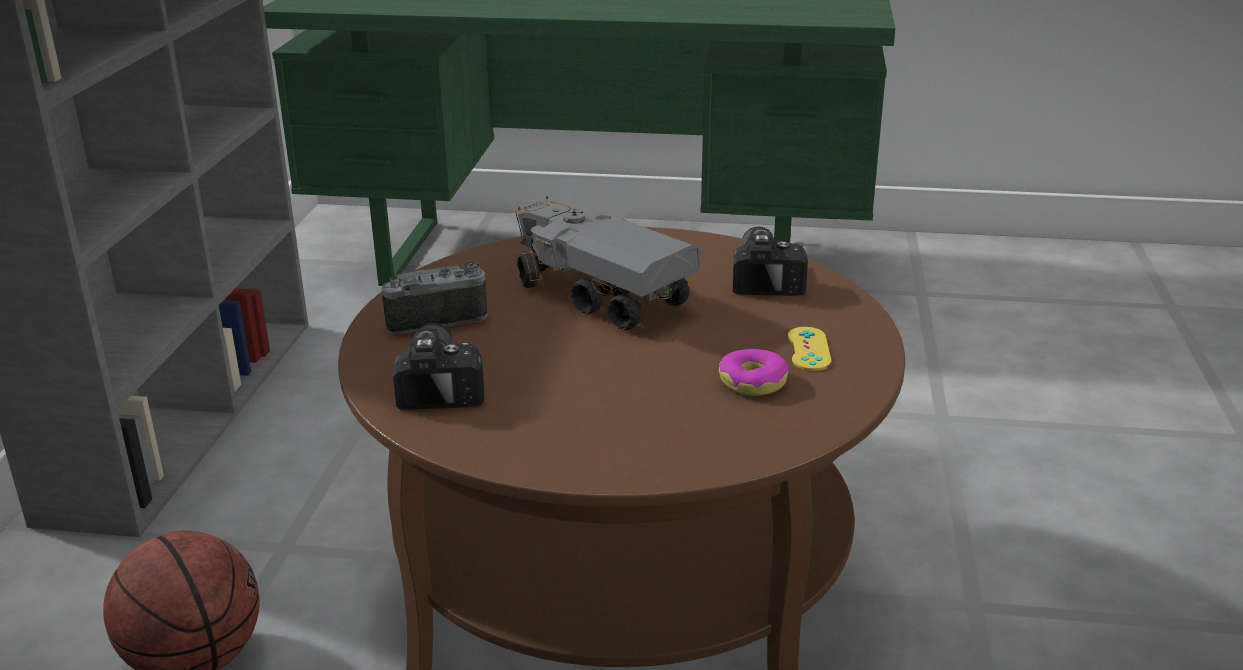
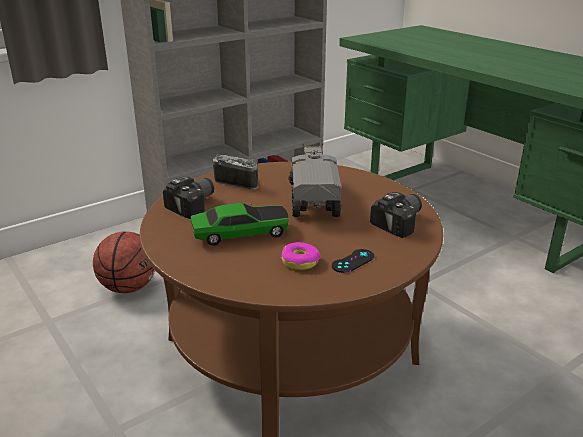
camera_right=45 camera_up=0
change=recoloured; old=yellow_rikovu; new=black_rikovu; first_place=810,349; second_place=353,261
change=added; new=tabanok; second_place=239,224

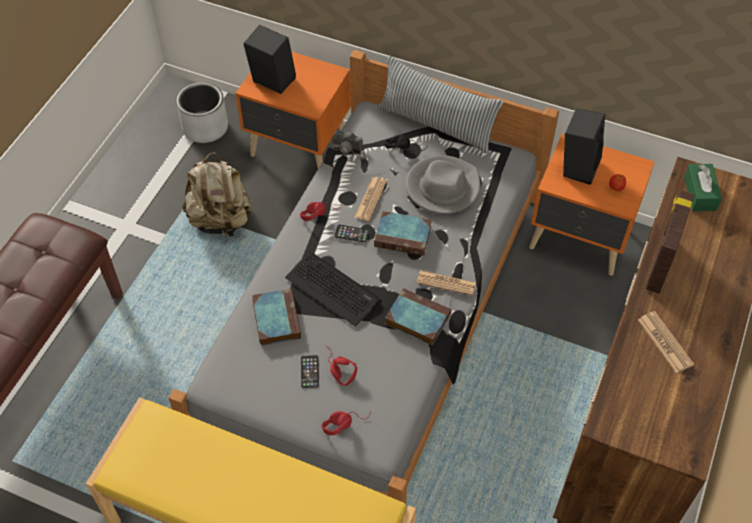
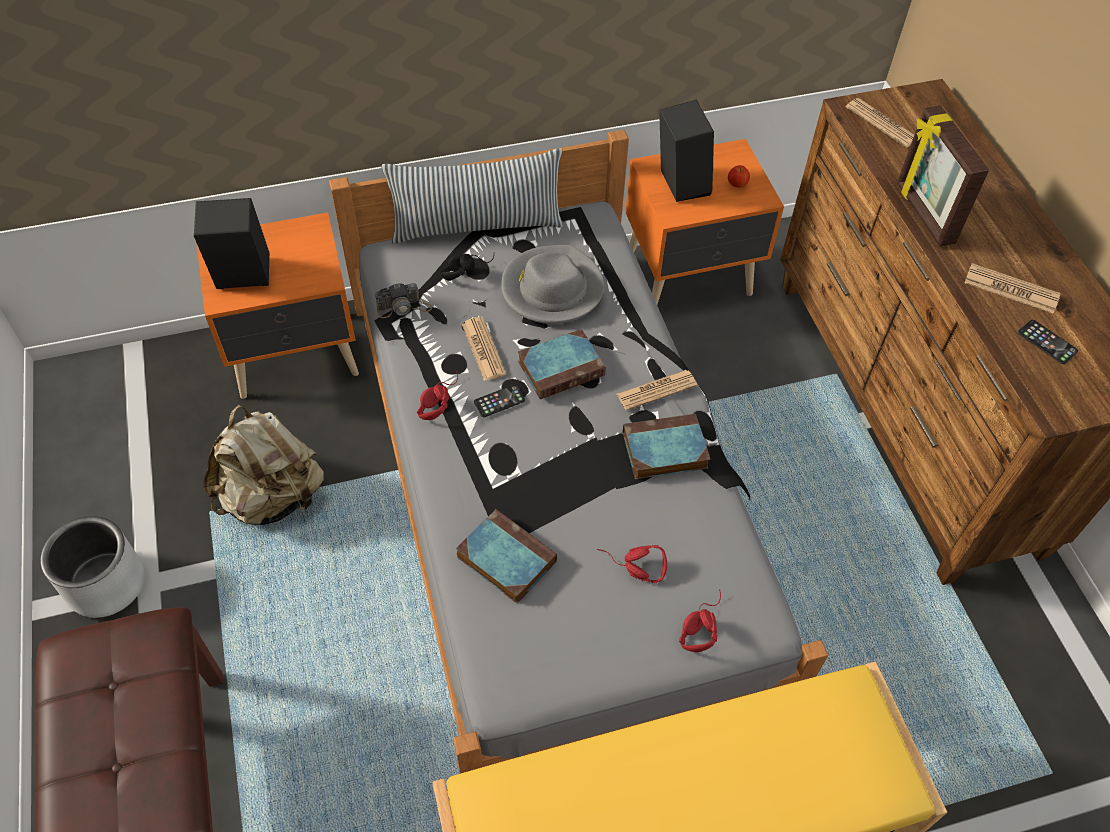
camera_right=-40 camera_up=0
change=moved; old=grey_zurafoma; first_place=202,112; second_place=93,567
change=removed; old=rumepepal; first_place=333,289
change=moved; old=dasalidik; first_place=310,371; second_place=1048,342
change=replaced; old=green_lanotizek; new=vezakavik; first_place=703,187; second_place=880,123

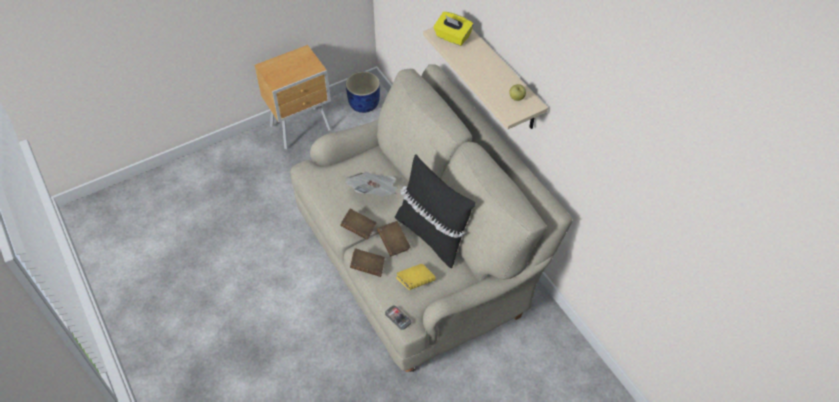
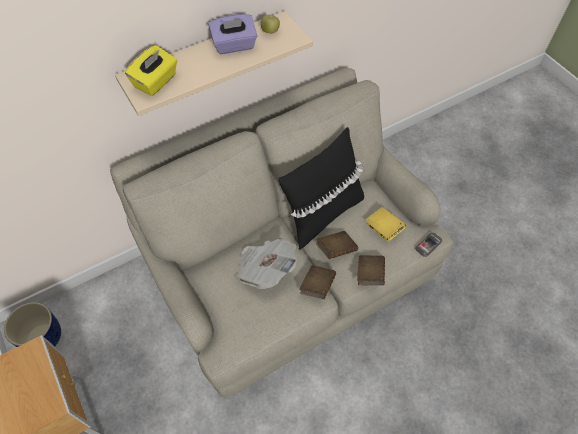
camera_right=-90 camera_up=5
change=added; new=purple_lanotizek; second_place=232,34

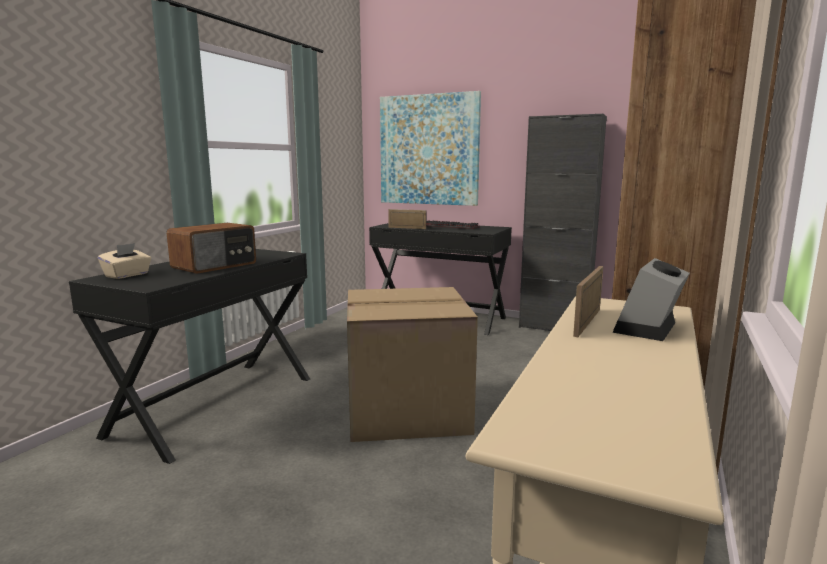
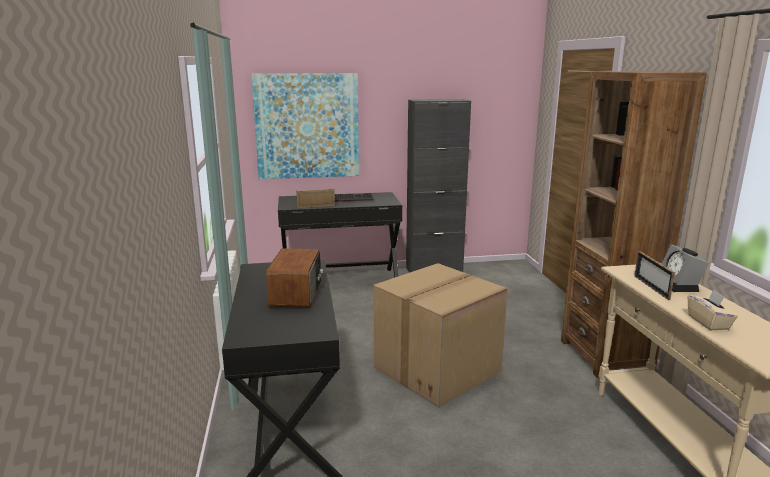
camera_right=-35 camera_up=5
change=moved; old=beige_lanotizek; first_place=124,261; second_place=713,310

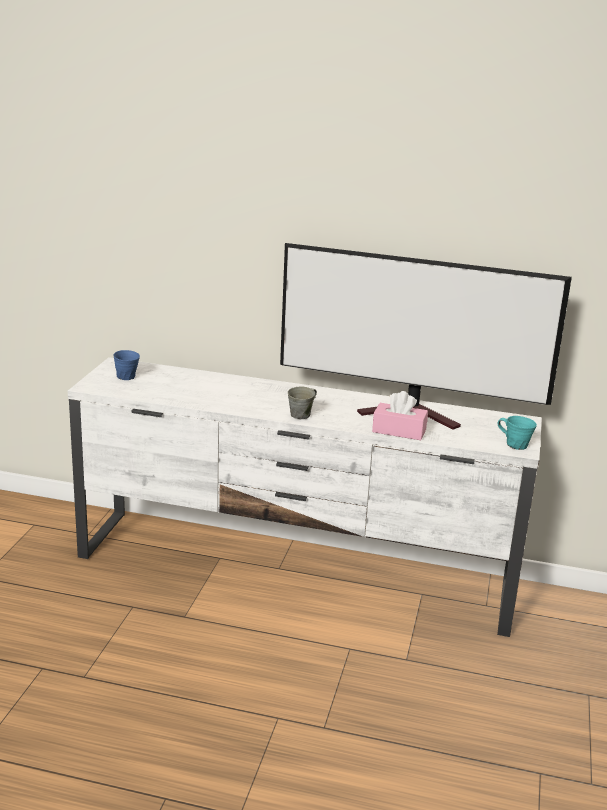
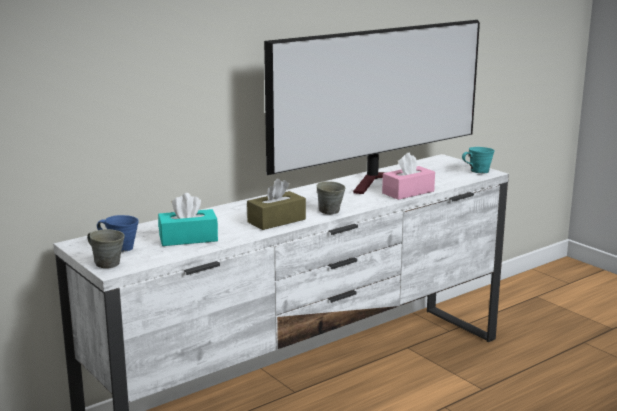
camera_right=-50 camera_up=-5
change=added; new=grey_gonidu; second_place=106,248
change=added; new=turquoise_lanotizek; second_place=188,219
change=added; new=brown_lanotizek; second_place=276,204

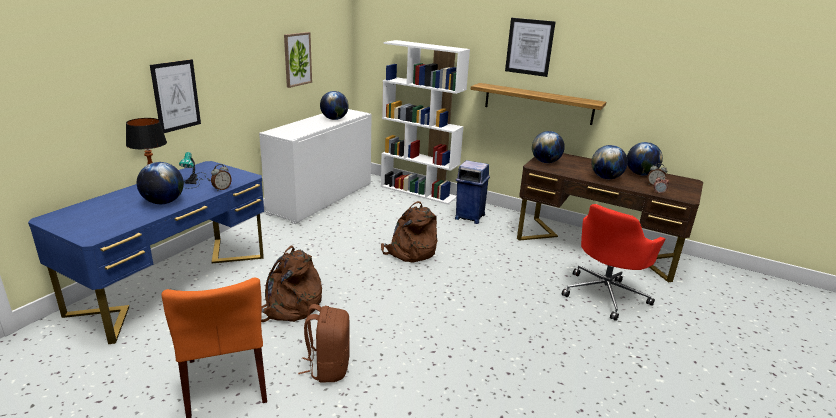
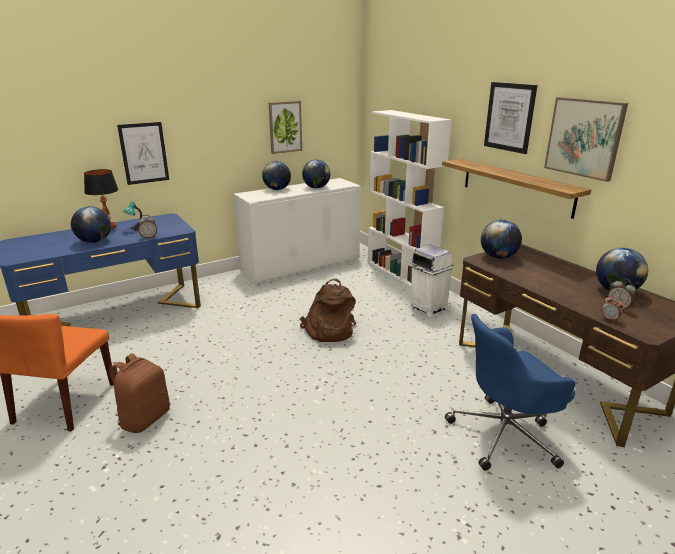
camera_right=30 camera_up=0
change=removed; old=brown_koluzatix; first_place=291,284
change=recoloured; old=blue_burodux; new=white_burodux; first_place=472,192; second_place=432,281
change=recoloured; old=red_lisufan; new=blue_lisufan; first_place=613,262; second_place=510,392
change=moved; old=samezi; first_place=609,162; second_place=276,175
change=added; new=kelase; second_place=586,139

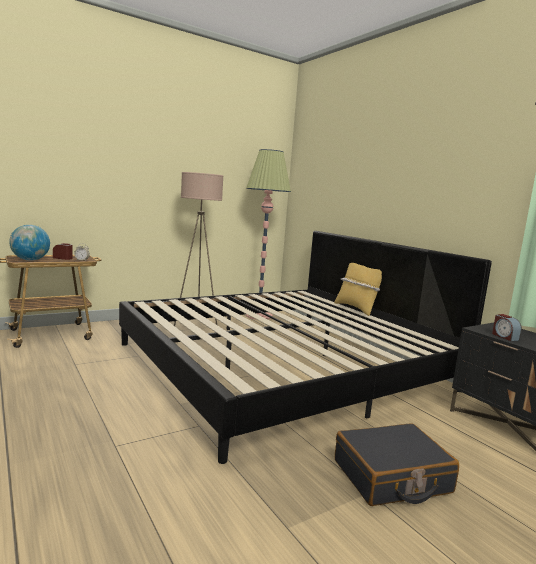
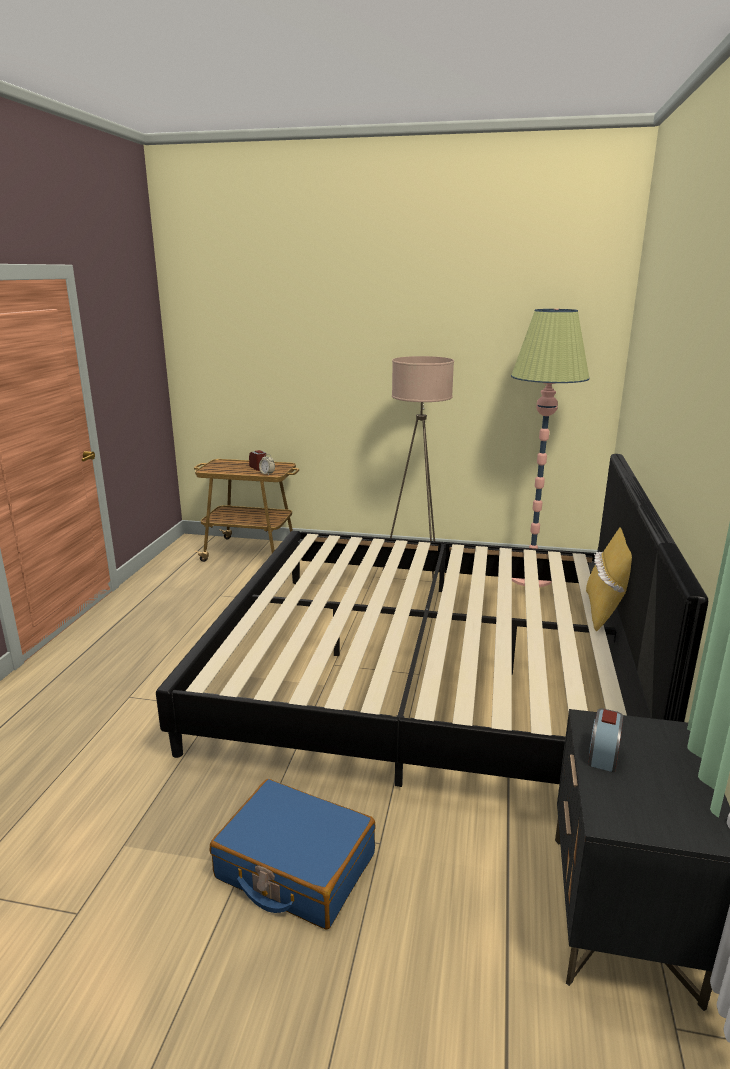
camera_right=45 camera_up=10
change=removed; old=samezi; first_place=29,243
change=recoloured; old=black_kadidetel; new=blue_kadidetel; first_place=397,464; second_place=293,854

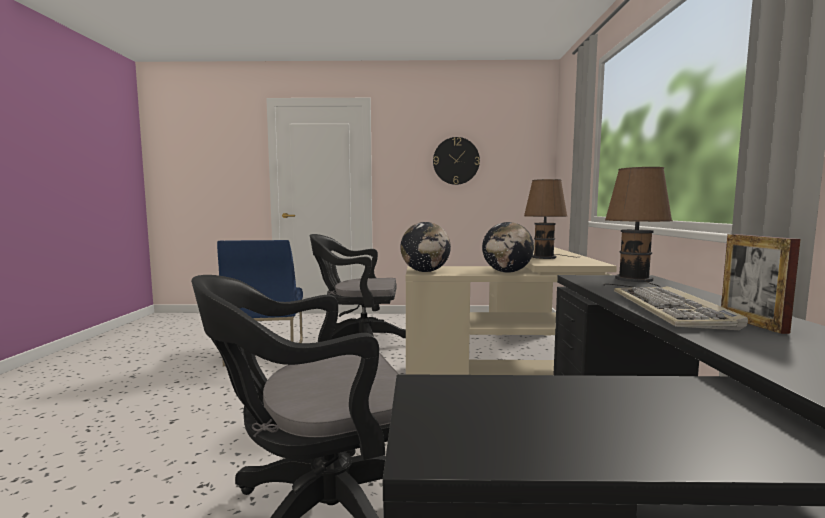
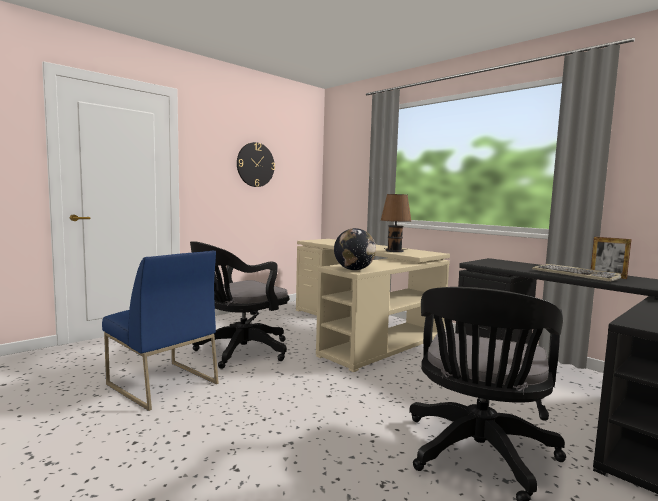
camera_right=-45 camera_up=0
change=removed; old=samezi; first_place=508,247
change=removed; old=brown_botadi; first_place=638,227

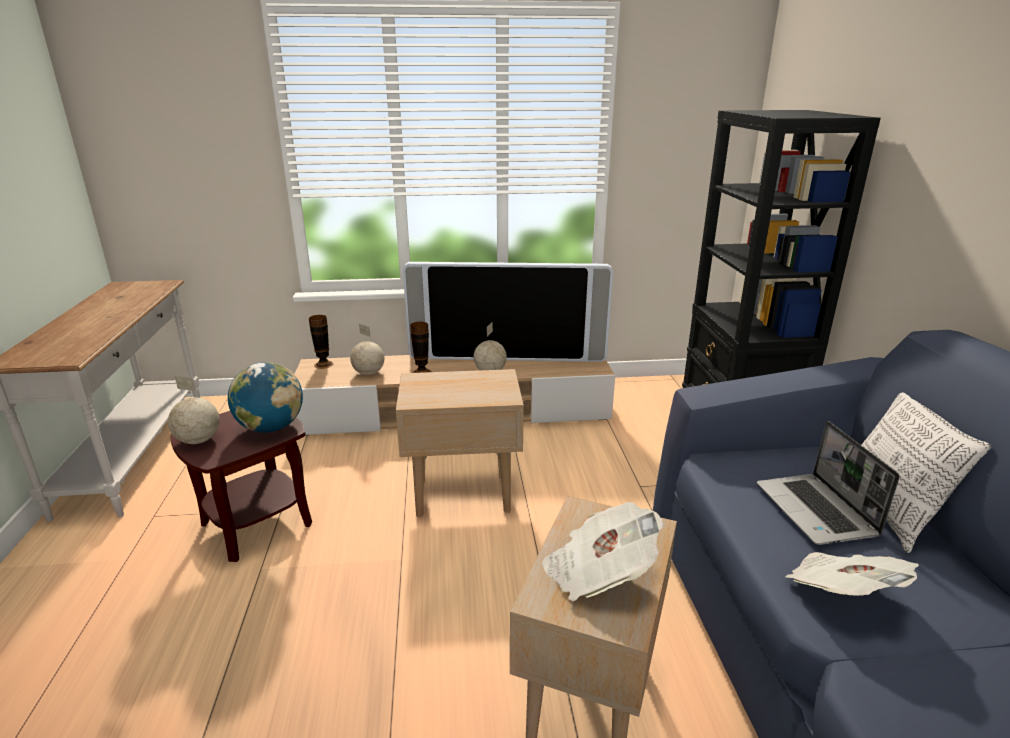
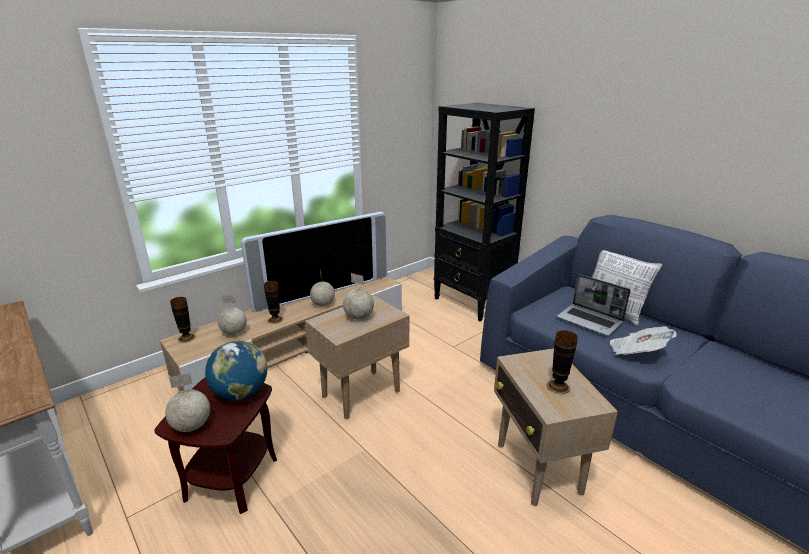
camera_right=-35 camera_up=0
change=replaced; old=vezakavik; new=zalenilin; first_place=603,552; second_place=562,362
change=added; new=samezi; second_place=358,296

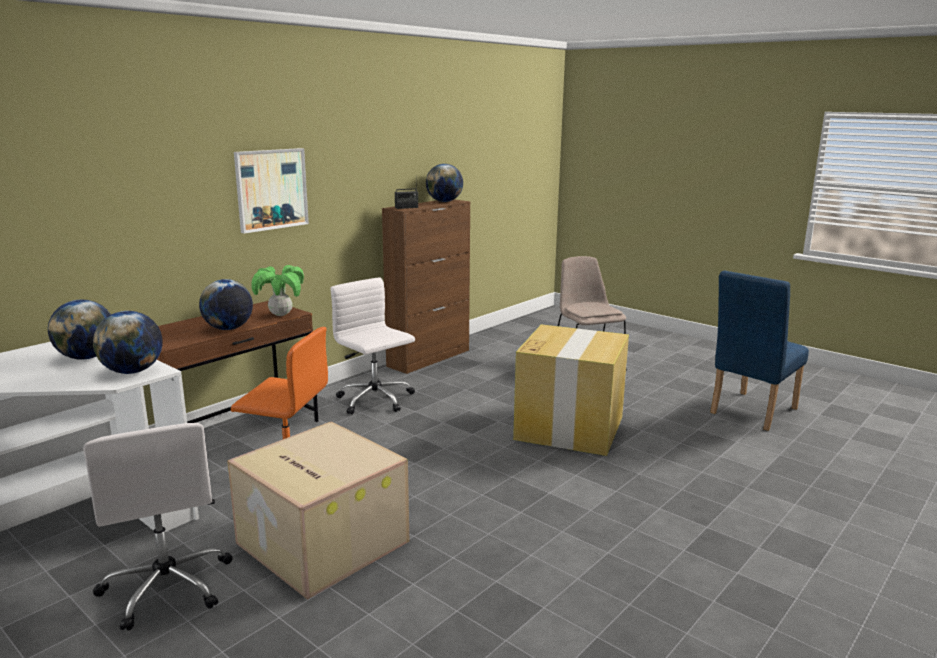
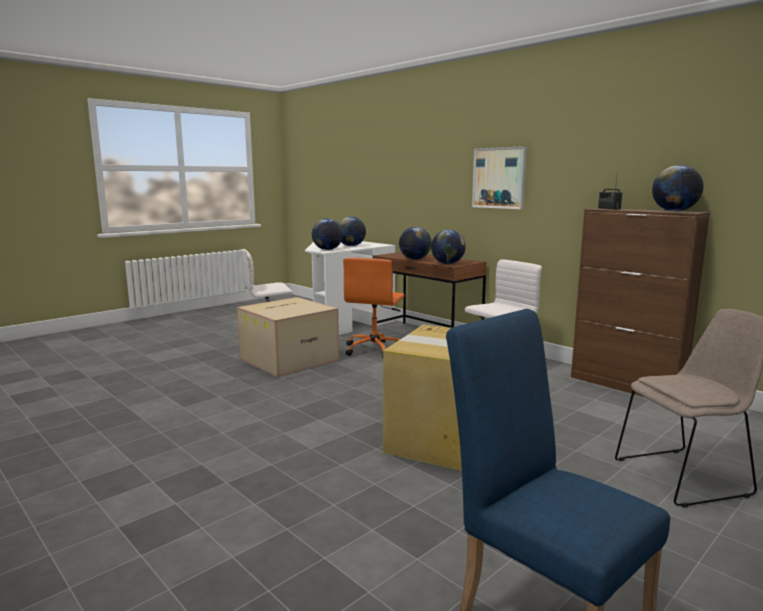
camera_right=95 camera_up=-5
change=replaced; old=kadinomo; new=samezi; first_place=277,290; second_place=448,246

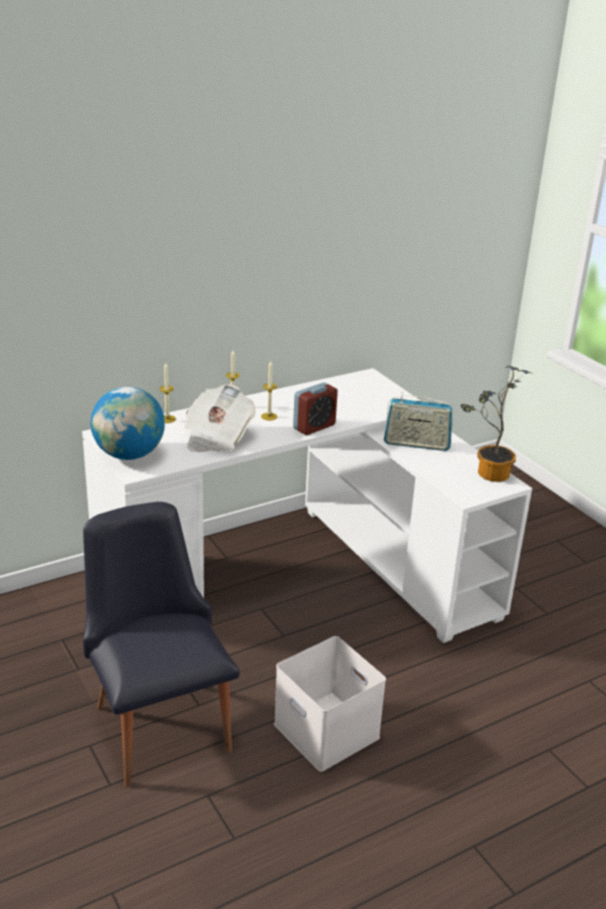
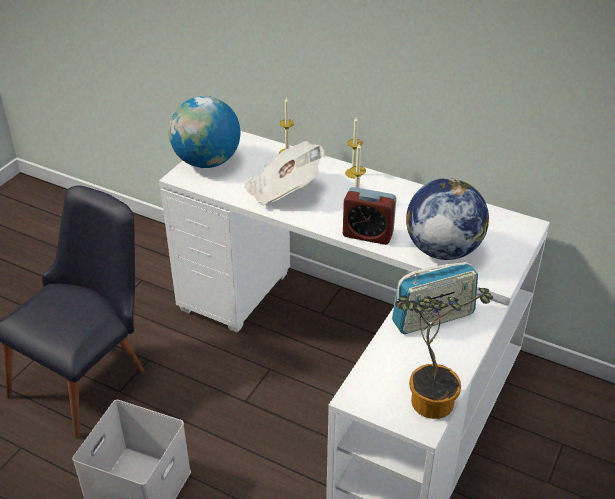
camera_right=60 camera_up=10
change=turned; old=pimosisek; first_place=419,421; second_place=435,298; degrees=-90
change=added; new=samezi; second_place=447,219

